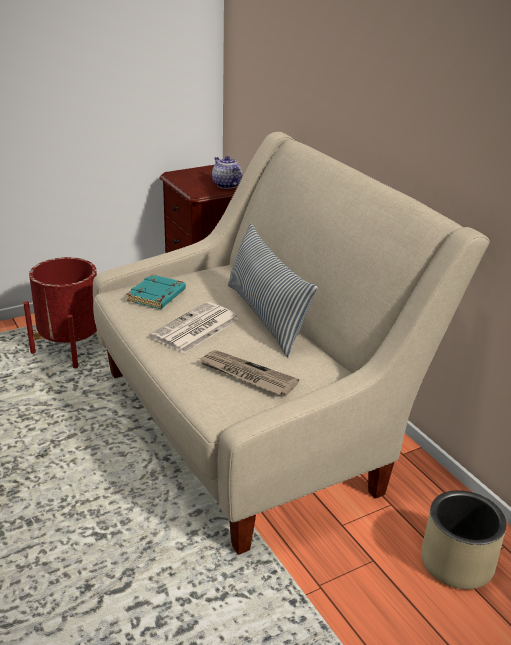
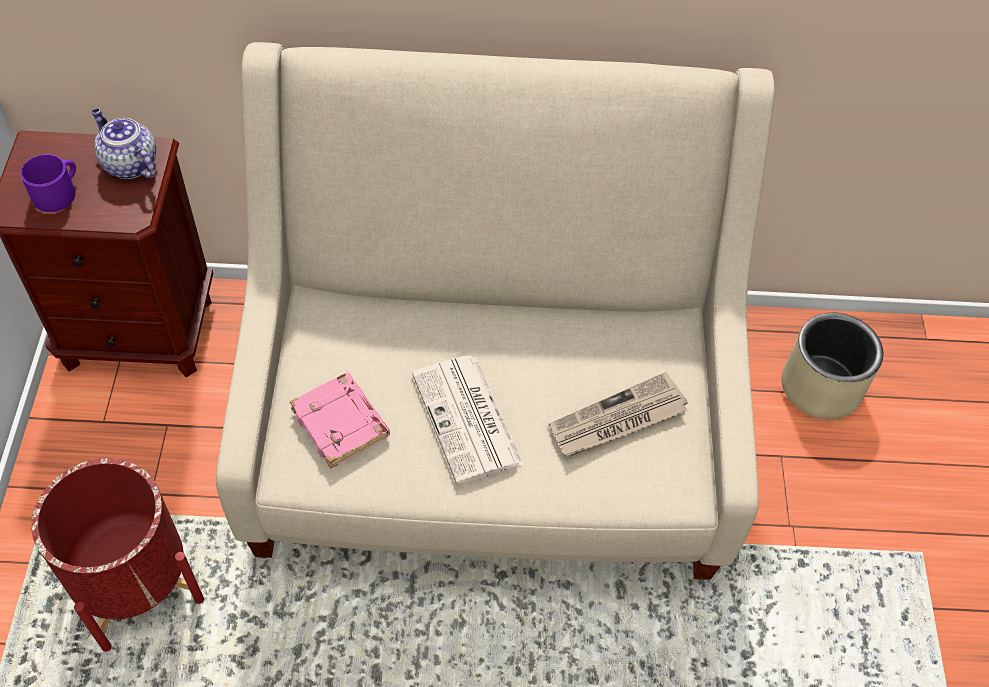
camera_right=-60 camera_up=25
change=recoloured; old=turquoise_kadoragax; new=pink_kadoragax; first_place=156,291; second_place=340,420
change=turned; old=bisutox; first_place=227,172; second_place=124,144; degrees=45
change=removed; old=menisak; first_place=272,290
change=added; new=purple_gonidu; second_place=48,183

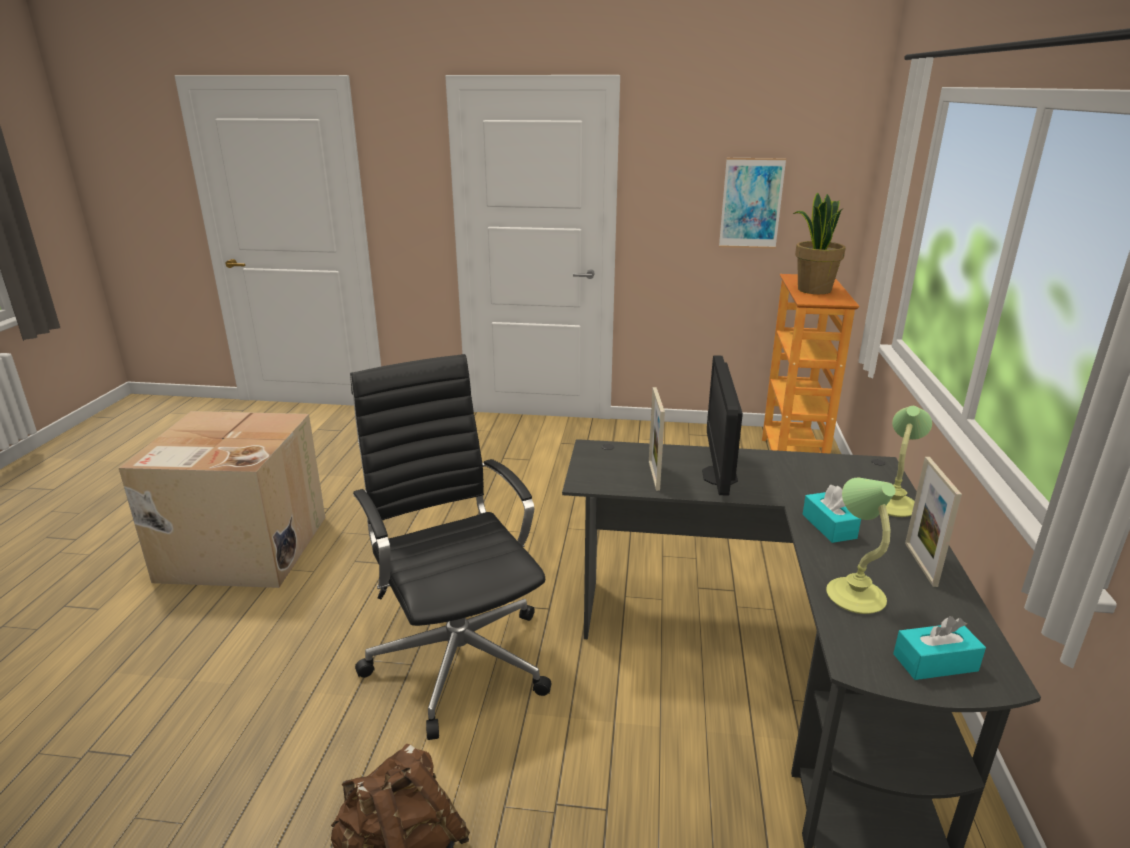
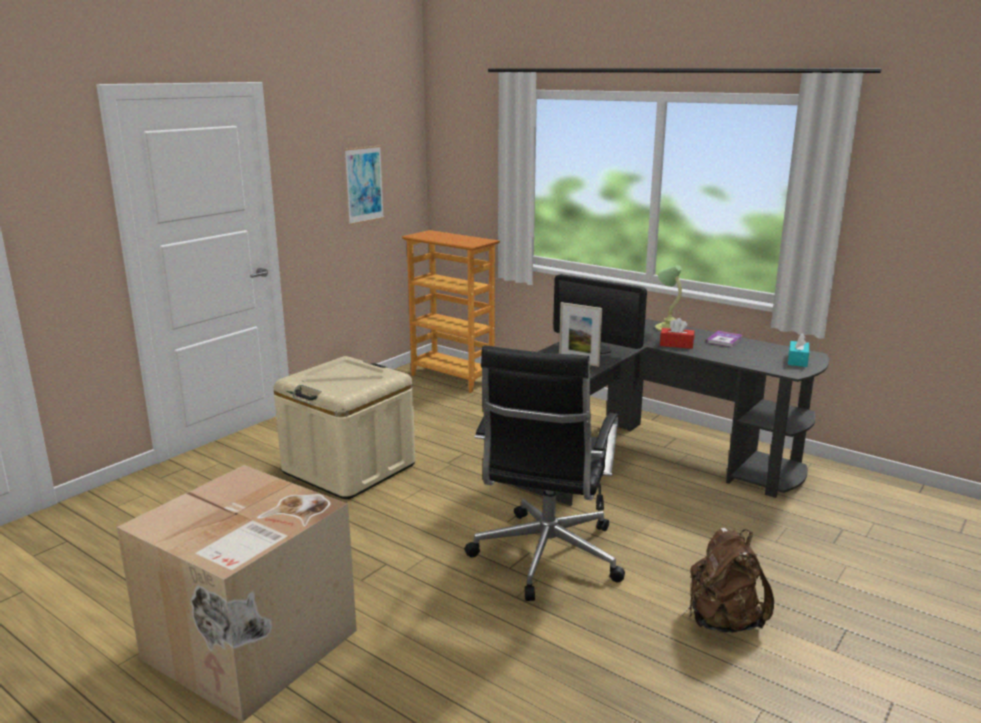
camera_right=-60 camera_up=-5
change=turned; old=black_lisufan; first_place=451,547; second_place=545,473; degrees=-75
change=removed; old=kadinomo; first_place=819,243
change=recoloured; old=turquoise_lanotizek; new=red_lanotizek; first_place=831,514; second_place=677,333
change=removed; old=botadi; first_place=861,546
change=replaced; old=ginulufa; new=kadoragax; first_place=933,522; second_place=724,339
change=added; new=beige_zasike; second_place=344,427

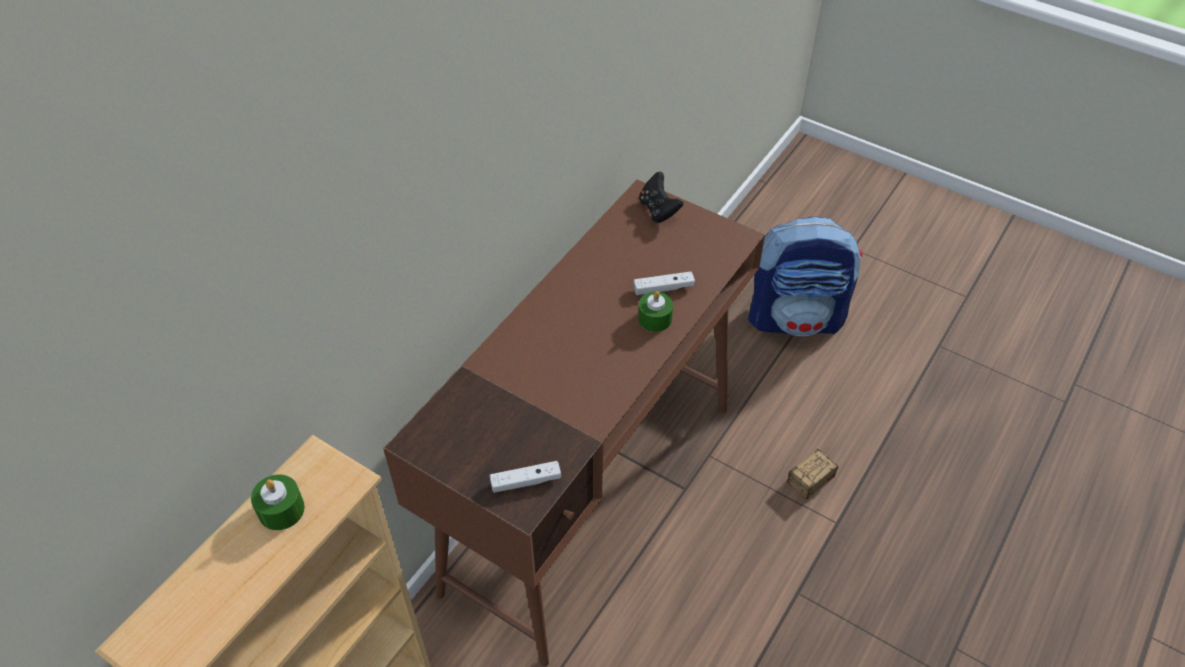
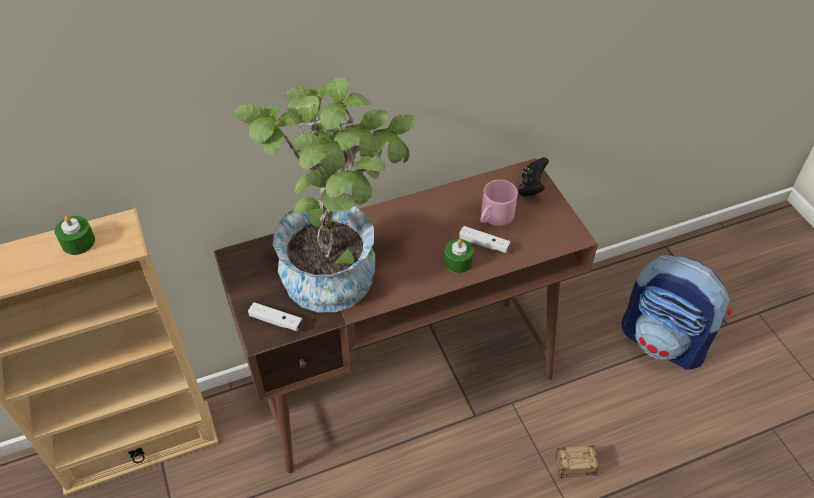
camera_right=35 camera_up=0
change=added; new=kadinomo; second_place=325,195
change=added; new=pink_gonidu; second_place=499,203

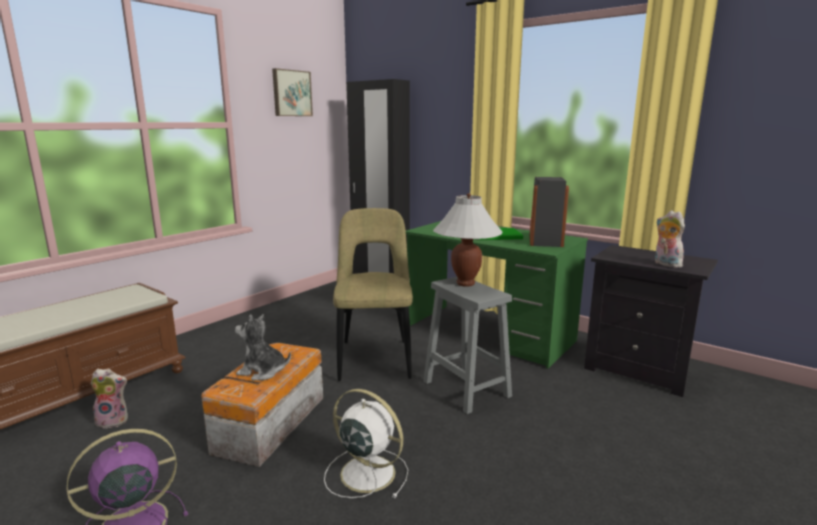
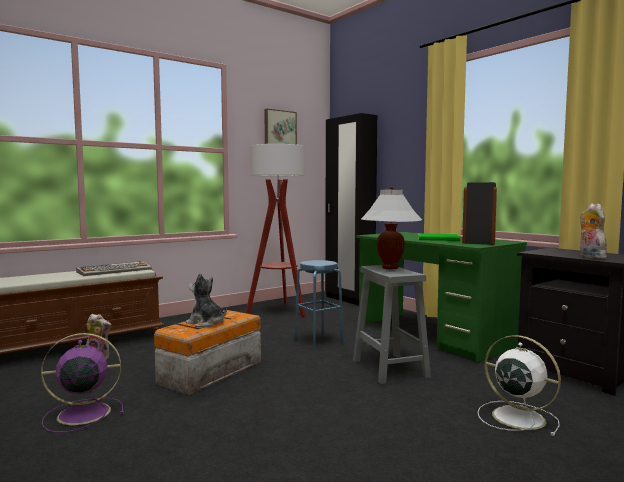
camera_right=15 camera_up=-10
change=moved; old=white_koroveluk; first_place=366,443; second_place=519,385
change=replaced; old=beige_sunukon; new=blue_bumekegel; first_place=373,294; second_place=319,305
change=added; new=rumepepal; second_place=114,268
change=added; new=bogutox; second_place=275,230

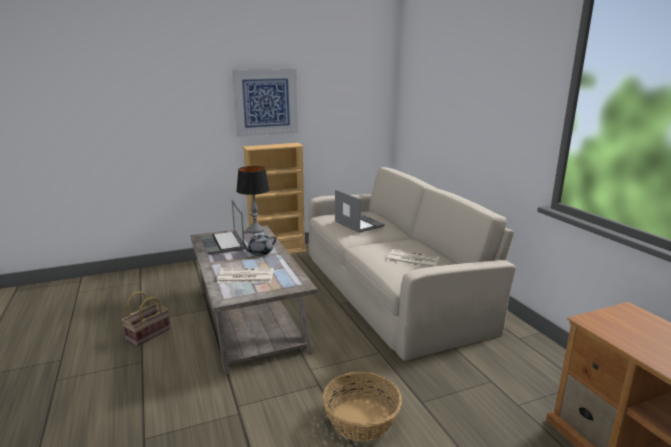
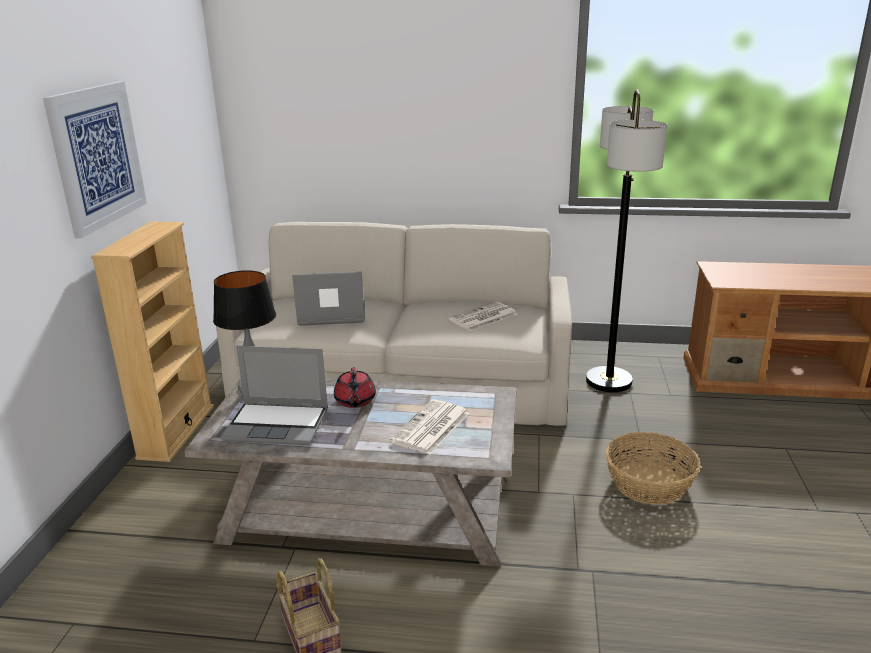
camera_right=-60 camera_up=5
change=recoloured; old=grey_bisutox; new=red_bisutox; first_place=259,245; second_place=355,388
change=added; new=bogutox; second_place=626,240

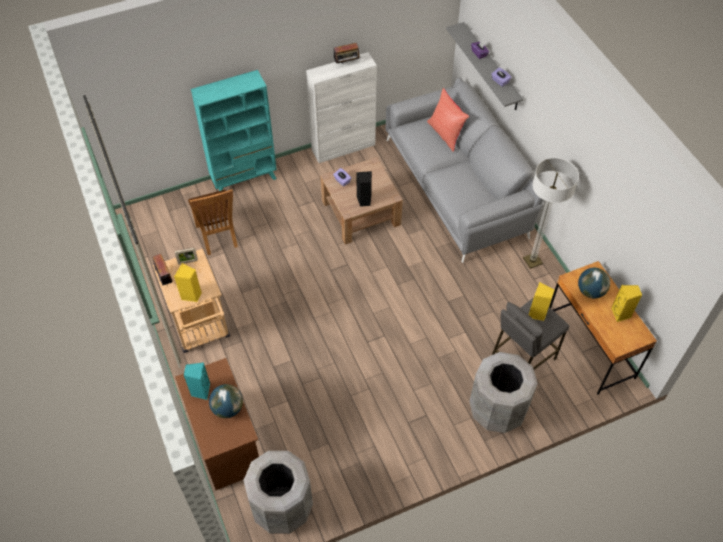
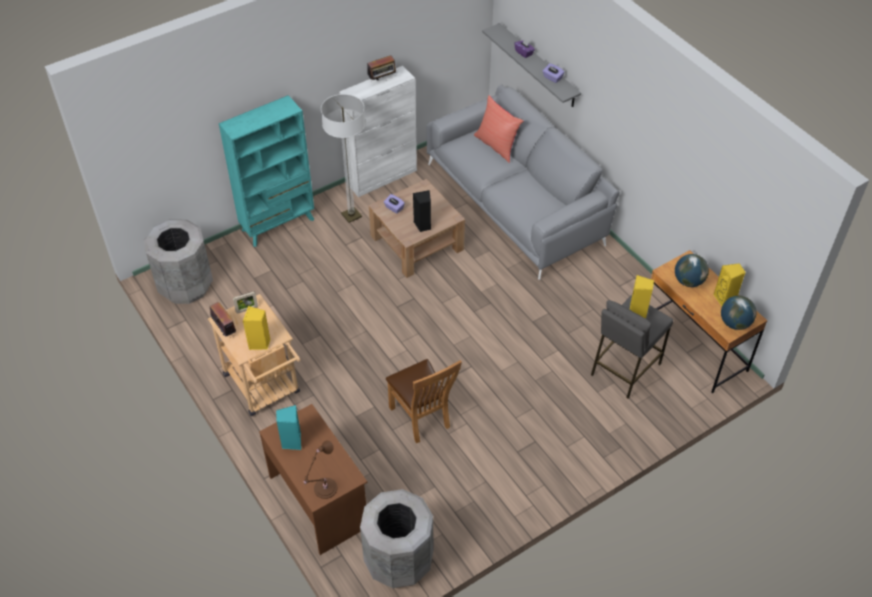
camera_right=-10 camera_up=-5
change=moved; old=brown_sunukon; first_place=213,222; second_place=424,401
change=moved; old=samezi; first_place=226,401; second_place=739,313
change=moved; old=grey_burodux; first_place=503,392; second_place=178,262
change=moved; old=bogutox; first_place=551,213; second_place=343,158
change=added; new=brown_botadi; second_place=320,469

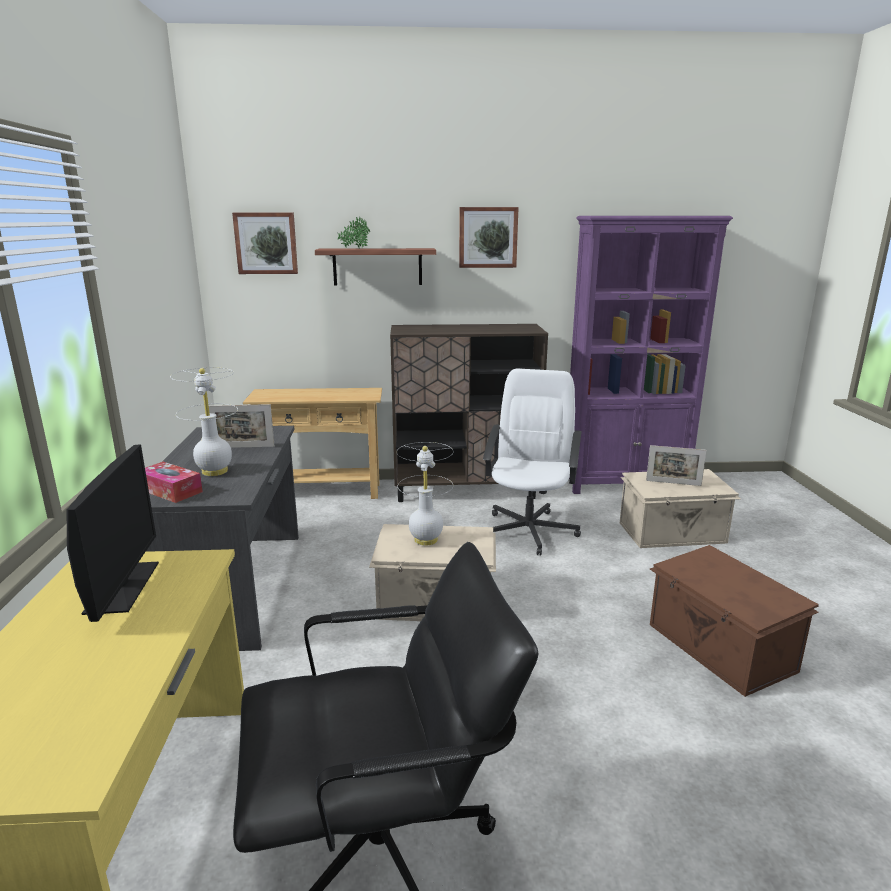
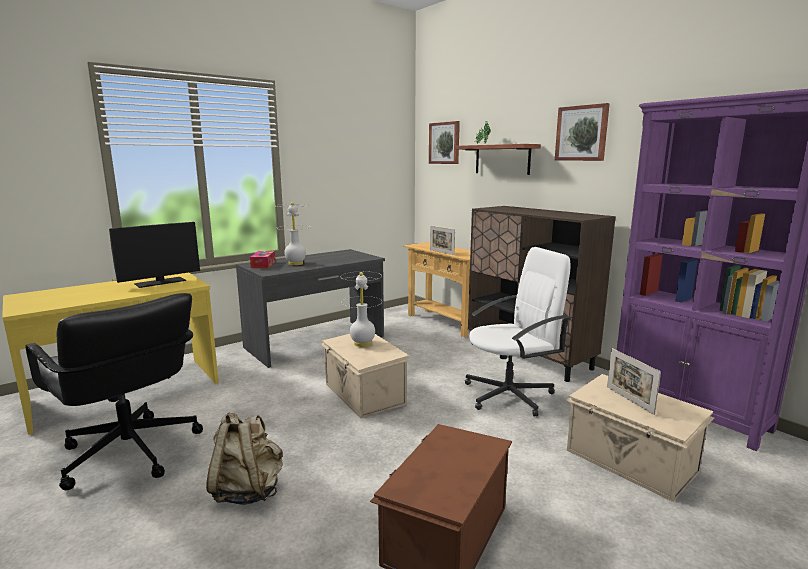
camera_right=55 camera_up=-5
change=moved; old=ginulufa; first_place=242,426; second_place=442,240
change=added; new=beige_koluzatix; second_place=244,458

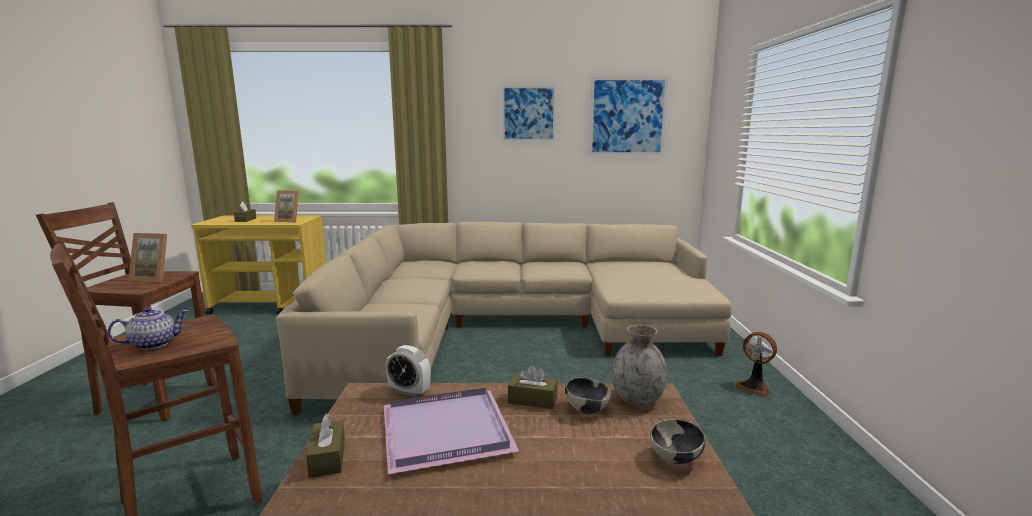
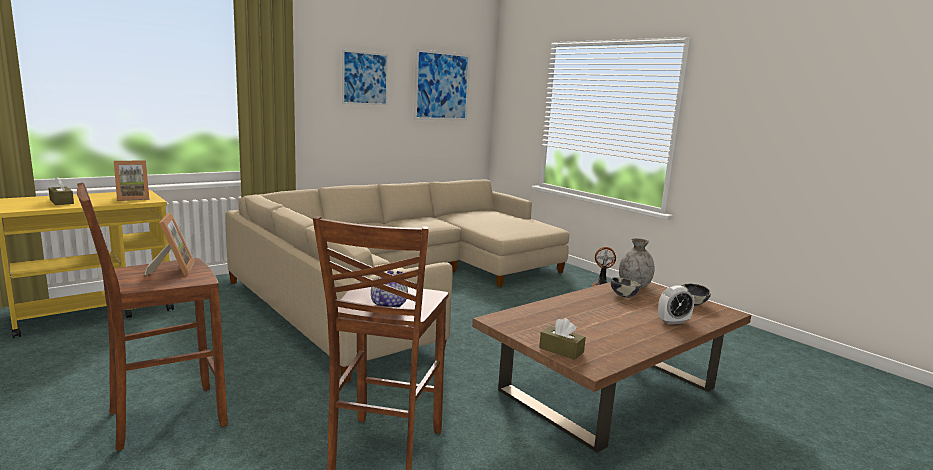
camera_right=-40 camera_up=0
change=turned; old=ginulufa; first_place=147,257; second_place=169,243; degrees=-75
change=removed; old=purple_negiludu; first_place=451,431
change=moved; old=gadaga; first_place=408,371; second_place=676,304
change=removed; old=brown_lanotizek; first_place=533,387

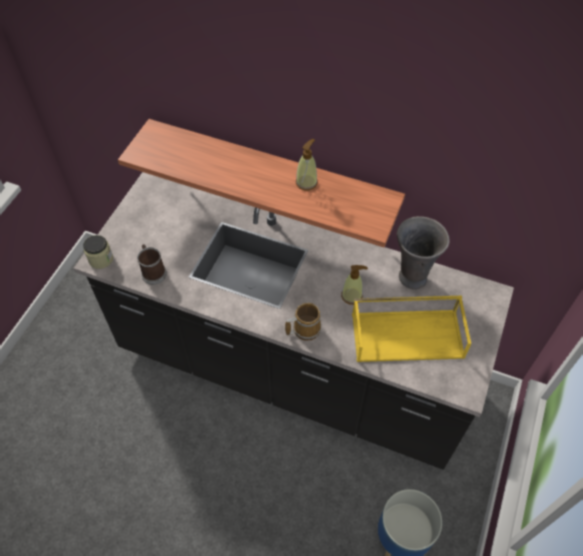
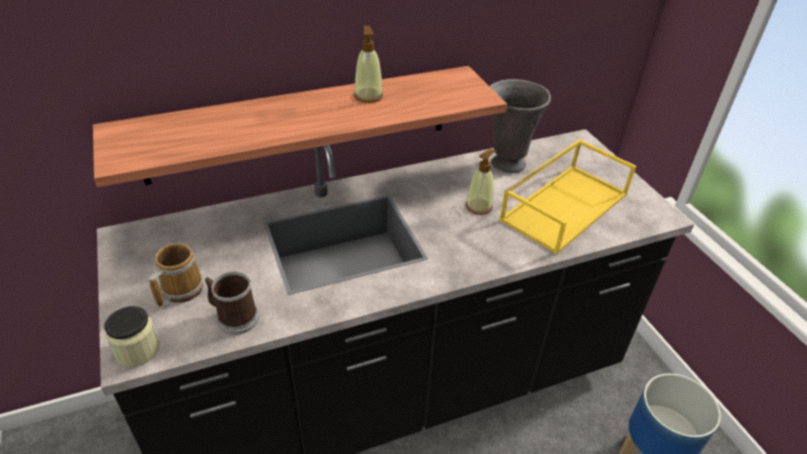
camera_right=-45 camera_up=-15
change=moved; old=gonidu; first_place=303,322; second_place=176,275

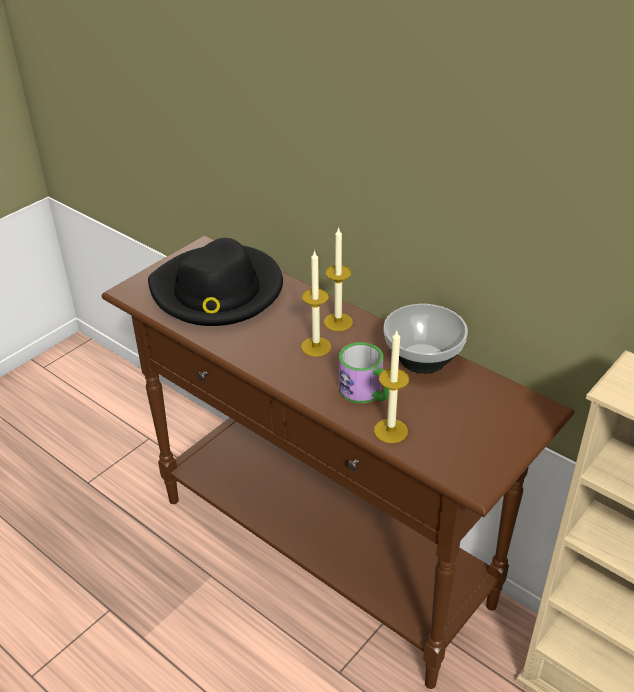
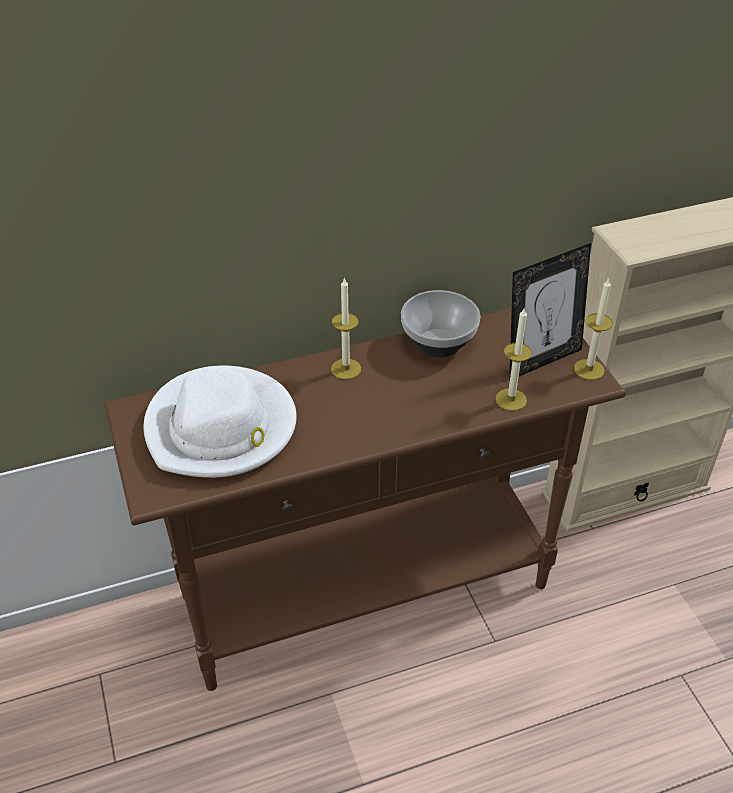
camera_right=-60 camera_up=5
change=recoloured; old=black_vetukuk; new=white_vetukuk; first_place=215,282; second_place=219,421
change=moved; old=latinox; first_place=316,303; second_place=593,329
change=removed; old=gonidu; first_place=364,372
change=added; new=ginulufa; second_place=550,311

